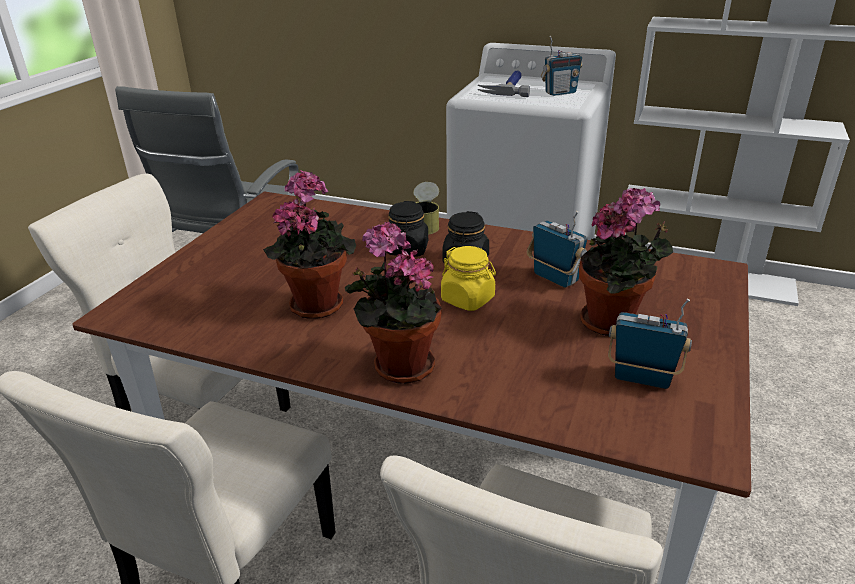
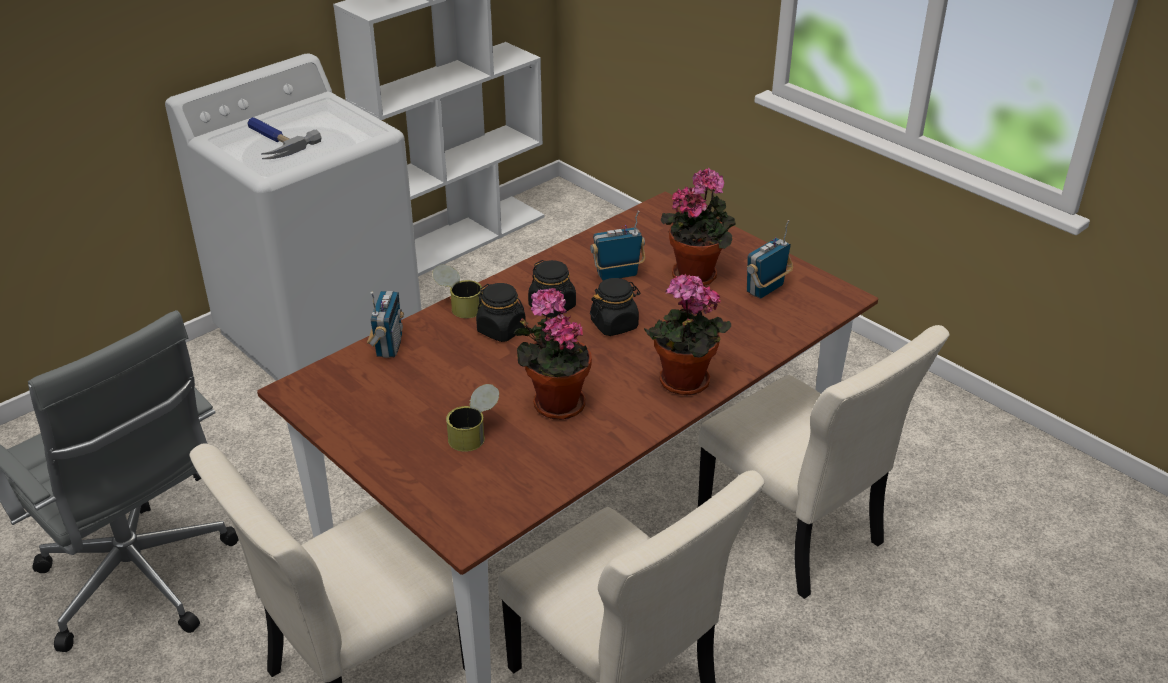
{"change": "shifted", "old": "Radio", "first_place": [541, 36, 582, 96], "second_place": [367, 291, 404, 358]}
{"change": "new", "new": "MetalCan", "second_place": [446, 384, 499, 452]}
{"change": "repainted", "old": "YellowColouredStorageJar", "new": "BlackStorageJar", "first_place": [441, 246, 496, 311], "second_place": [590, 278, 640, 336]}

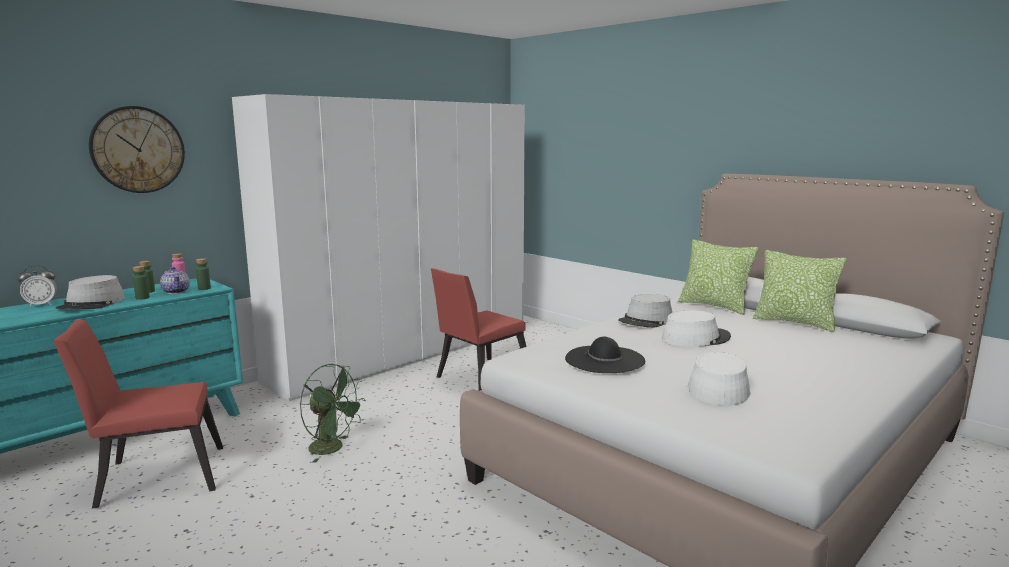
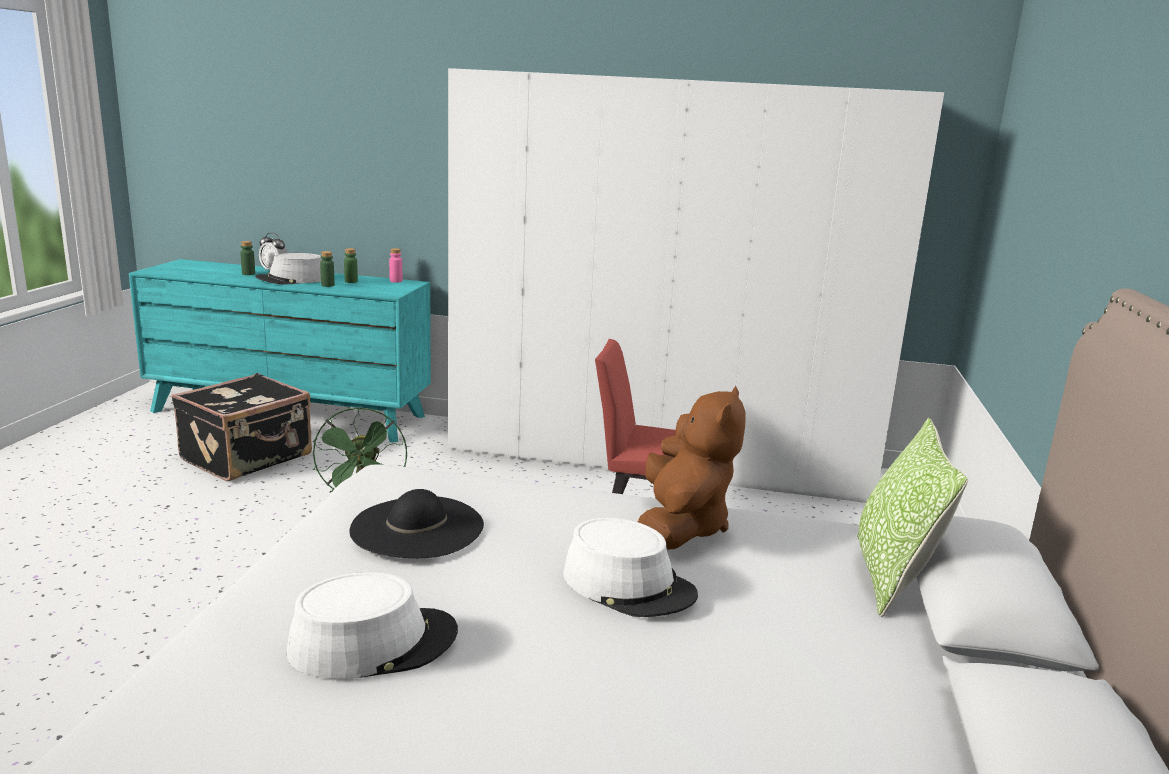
{"change": "swapped", "old": "RedColouredChair", "new": "BlackPieceOfLuggage", "first_place": [53, 319, 223, 509], "second_place": [171, 373, 312, 481]}
{"change": "shifted", "old": "GreenBeverageBottle", "first_place": [196, 258, 211, 290], "second_place": [240, 241, 255, 275]}
{"change": "swapped", "old": "GreyishWearableHat", "new": "BrownColouredPlushToy", "first_place": [618, 294, 672, 328], "second_place": [638, 386, 746, 550]}
{"change": "gone", "old": "HangingClock", "first_place": [89, 106, 185, 193]}
{"change": "gone", "old": "TeaPot", "first_place": [160, 267, 190, 294]}
{"change": "gone", "old": "Cushion", "first_place": [753, 250, 847, 332]}

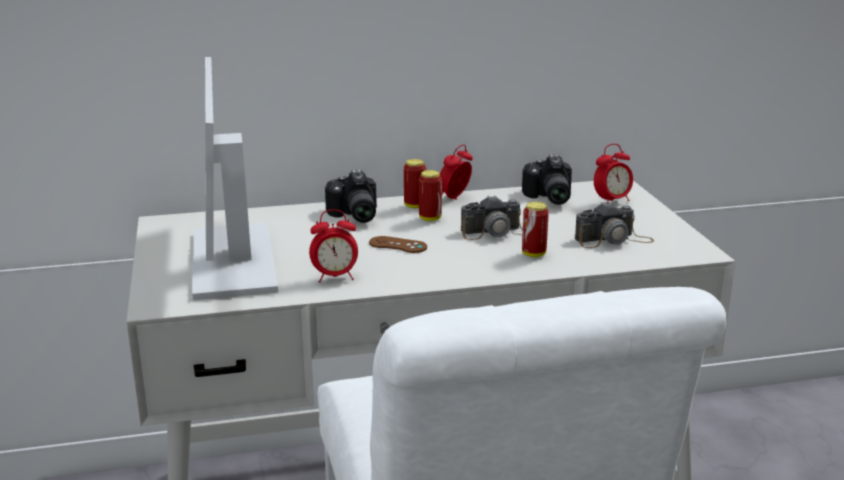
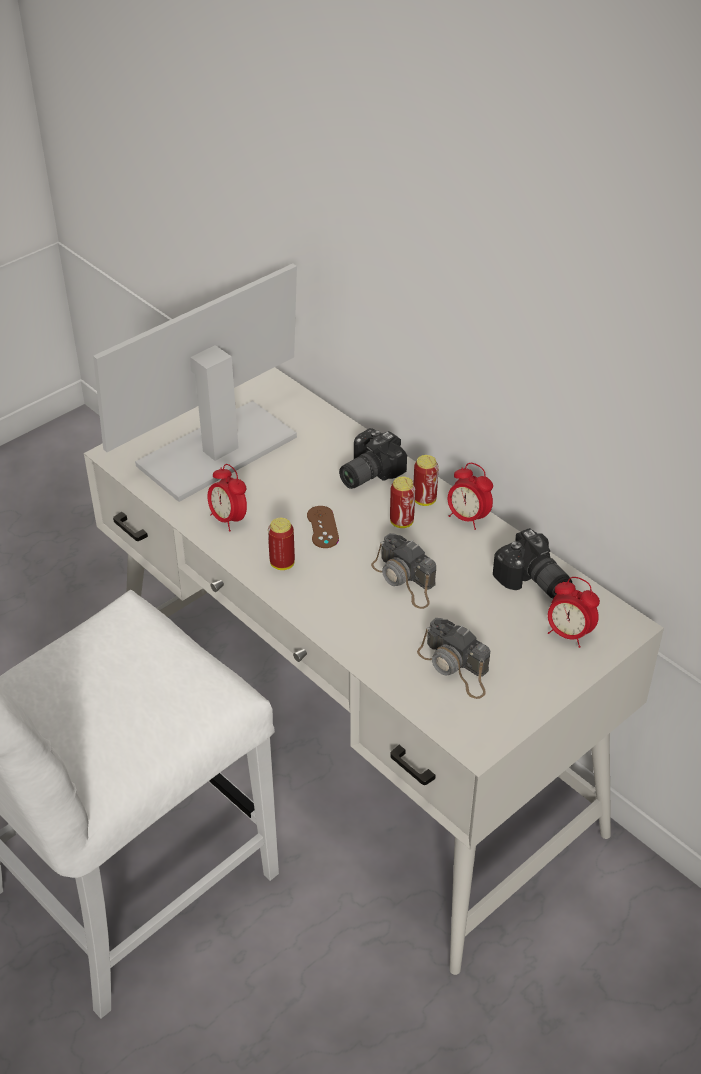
{"change": "shifted", "old": "MetalCan", "first_place": [522, 202, 549, 257], "second_place": [268, 518, 295, 570]}
{"change": "rotated", "old": "BedsideClock", "first_place": [440, 145, 473, 200], "second_place": [448, 463, 493, 530], "degrees": -150}
{"change": "rotated", "old": "PhotoCamera", "first_place": [522, 155, 572, 205], "second_place": [493, 528, 572, 598], "degrees": -90}

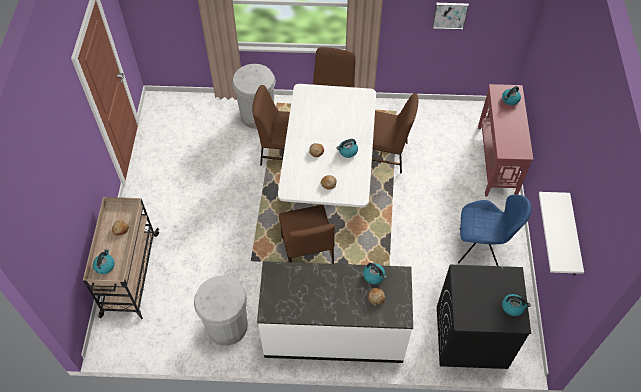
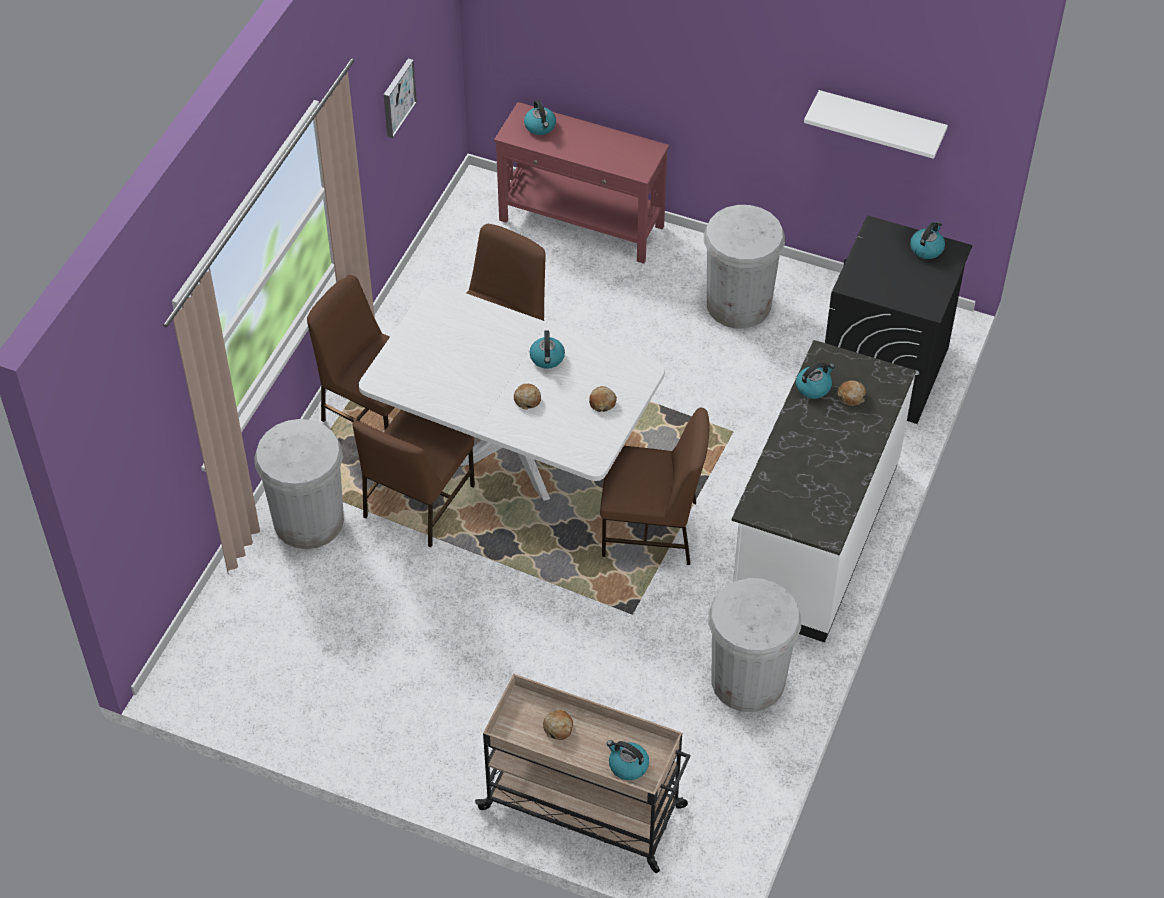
{"change": "swapped", "old": "BlueChair", "new": "WhitishTrashCan", "first_place": [458, 195, 532, 266], "second_place": [704, 205, 785, 329]}

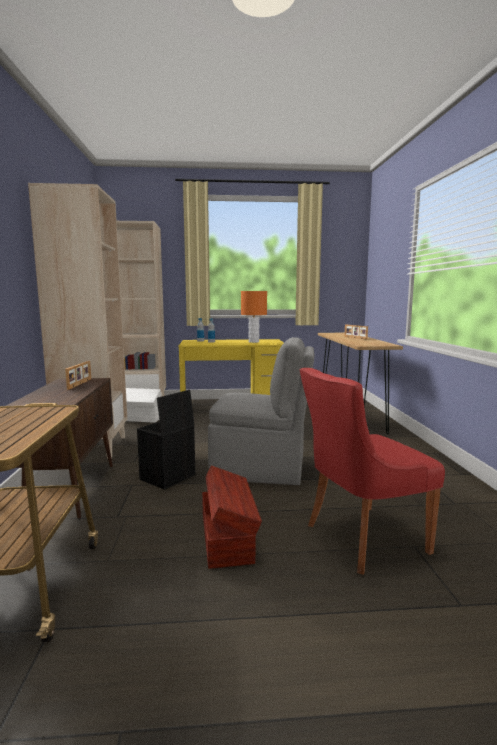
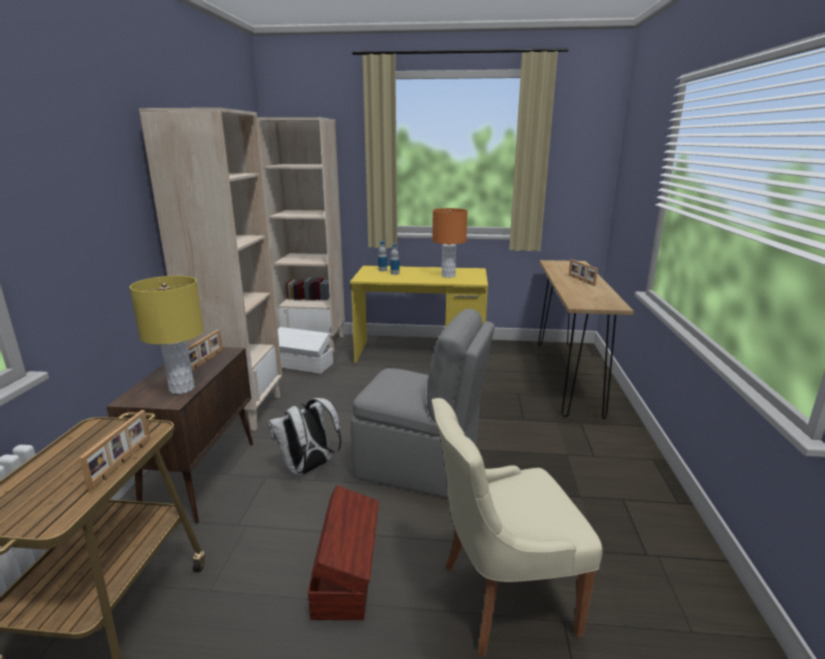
{"change": "new", "new": "PhotoFrame", "second_place": [79, 410, 151, 491]}
{"change": "new", "new": "YellowColouredTableLamp", "second_place": [130, 276, 204, 394]}
{"change": "swapped", "old": "BlackStorageContainer", "new": "WhitishBackpack", "first_place": [137, 390, 195, 490], "second_place": [268, 398, 342, 476]}
{"change": "repainted", "old": "RedColouredChair", "new": "BeigeColouredChair", "first_place": [300, 368, 445, 575], "second_place": [432, 398, 603, 657]}

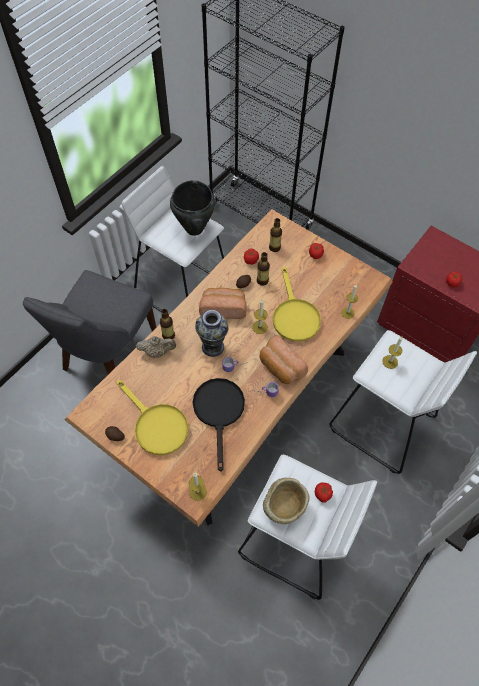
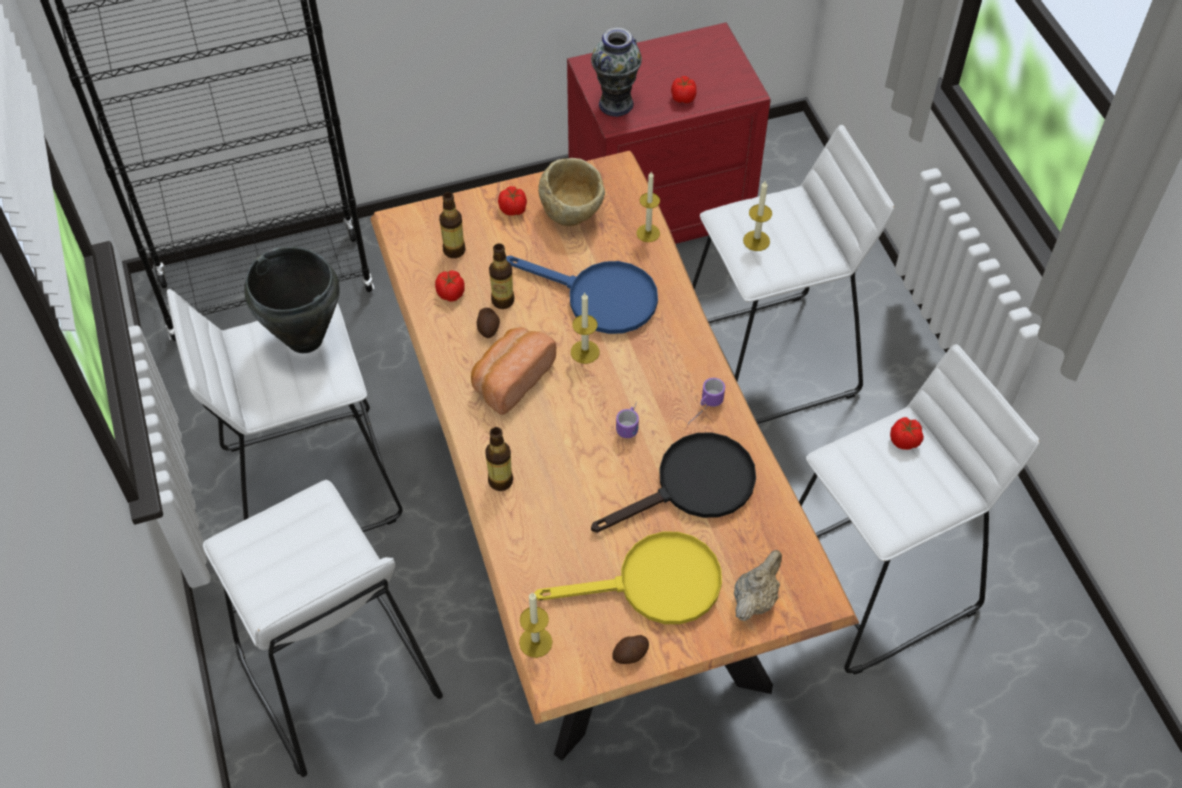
{"change": "swapped", "old": "GreyishChair", "new": "WhitishSittingStool", "first_place": [23, 270, 156, 374], "second_place": [203, 480, 443, 777]}
{"change": "repainted", "old": "YellowColouredSkillet", "new": "BlueSkillet", "first_place": [273, 267, 321, 341], "second_place": [506, 255, 658, 334]}
{"change": "shifted", "old": "Candle", "first_place": [189, 473, 207, 501], "second_place": [519, 593, 552, 658]}
{"change": "shifted", "old": "BeigeColouredBowl", "first_place": [263, 478, 309, 524], "second_place": [538, 158, 605, 226]}
{"change": "shifted", "old": "Vase", "first_place": [195, 310, 228, 357], "second_place": [591, 28, 642, 117]}
{"change": "rotated", "old": "BlackSkillet", "first_place": [193, 378, 245, 472], "second_place": [591, 432, 756, 533], "degrees": 120}
{"change": "shifted", "old": "BeigeColouredTeaPot", "first_place": [136, 336, 176, 358], "second_place": [734, 550, 782, 621]}
{"change": "gone", "old": "Bread", "first_place": [260, 335, 308, 384]}

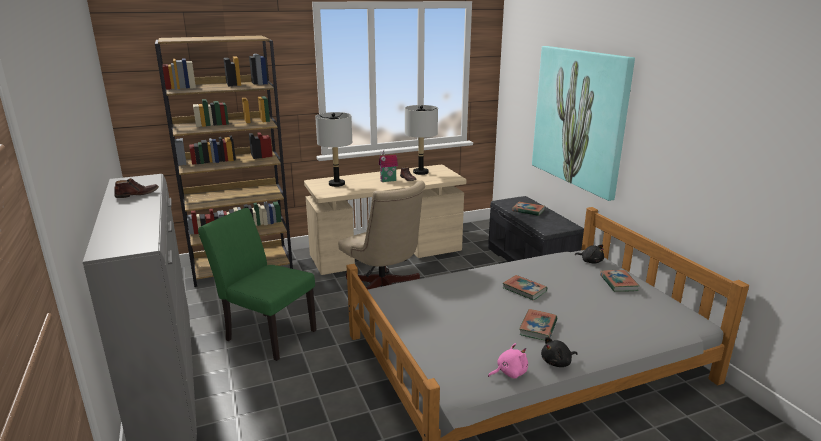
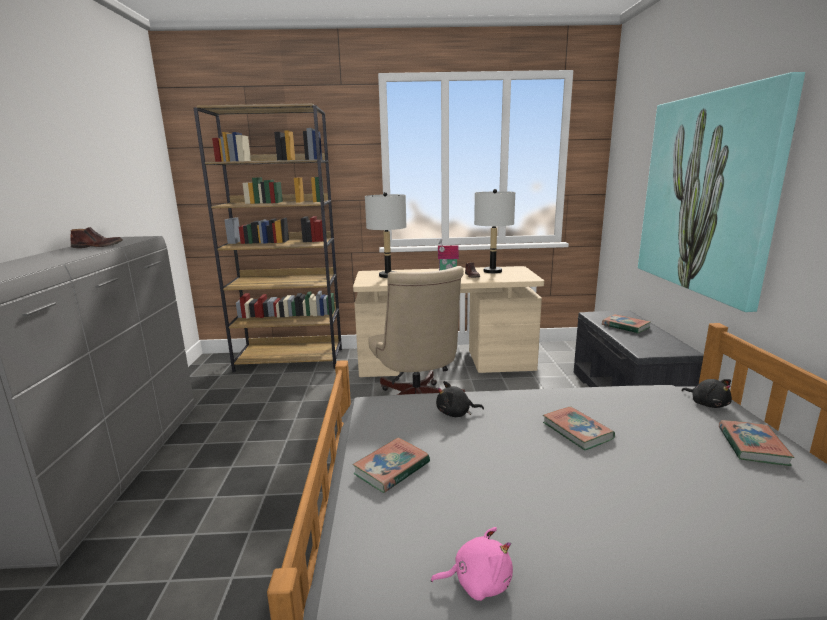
{"change": "shifted", "old": "Book", "first_place": [519, 309, 557, 340], "second_place": [352, 437, 430, 493]}
{"change": "shifted", "old": "BlackPlushToy", "first_place": [541, 337, 578, 367], "second_place": [436, 381, 484, 417]}
{"change": "gone", "old": "GreenChair", "first_place": [198, 208, 317, 361]}

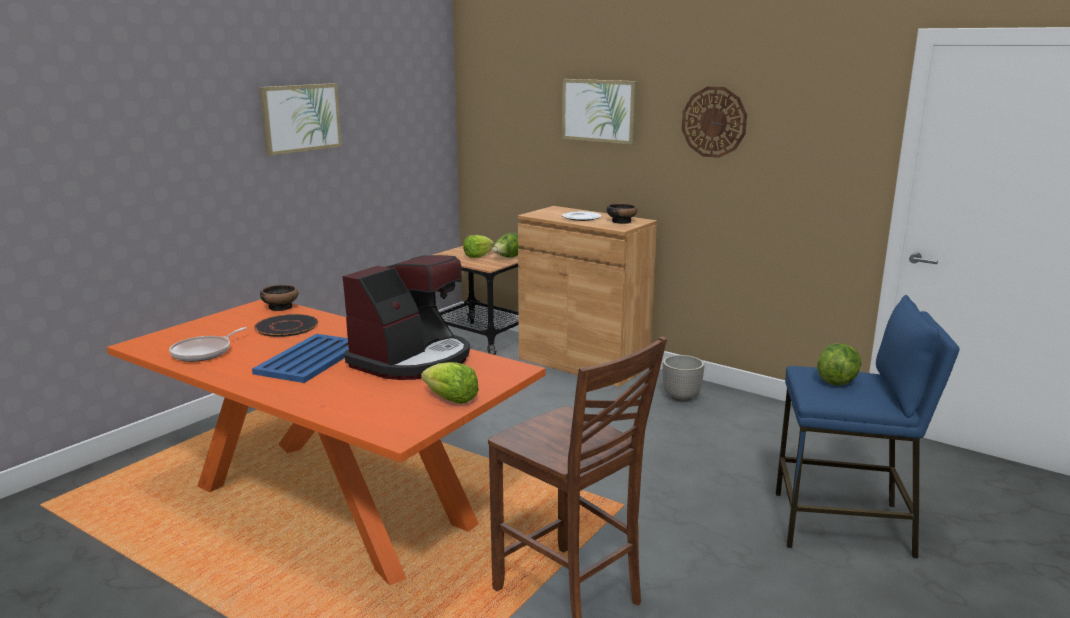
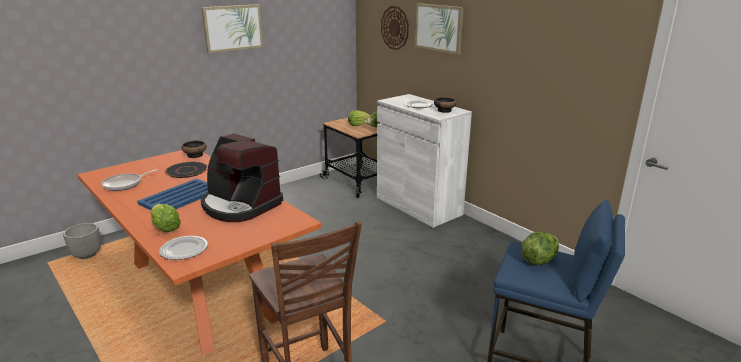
{"change": "shifted", "old": "Planter", "first_place": [662, 355, 704, 402], "second_place": [63, 223, 101, 259]}
{"change": "shifted", "old": "HeadOfLettuce", "first_place": [421, 362, 479, 404], "second_place": [150, 204, 181, 232]}
{"change": "new", "new": "DinnerPlate", "second_place": [159, 236, 208, 260]}
{"change": "rotated", "old": "CoffeeBrewer", "first_place": [343, 255, 470, 380], "second_place": [201, 133, 283, 222], "degrees": 75}
{"change": "repainted", "old": "BrownColouredStorageCabinet", "new": "WhitishStorageCabinet", "first_place": [518, 206, 657, 387], "second_place": [377, 94, 472, 228]}
{"change": "shifted", "old": "HangingClock", "first_place": [682, 86, 747, 158], "second_place": [381, 6, 409, 50]}

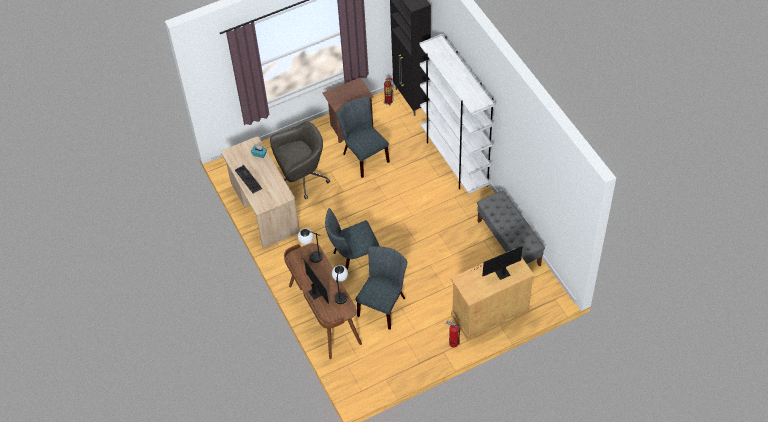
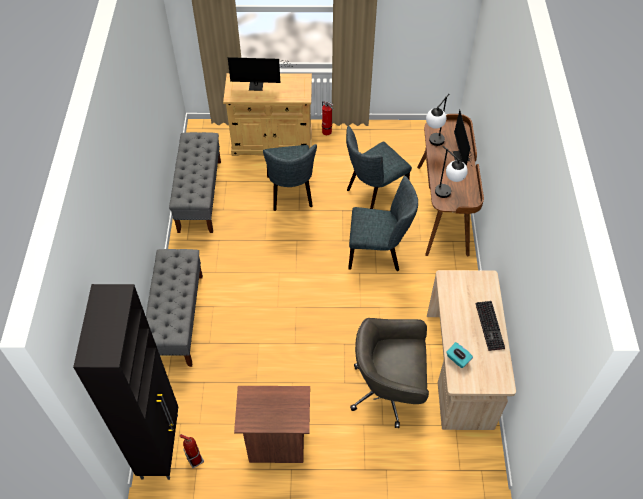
{"change": "swapped", "old": "WhitishBookshelf", "new": "GreyishLongSeat", "first_place": [419, 34, 495, 194], "second_place": [146, 249, 203, 367]}
{"change": "shifted", "old": "GreyishChair", "first_place": [336, 97, 390, 178], "second_place": [263, 144, 317, 211]}

